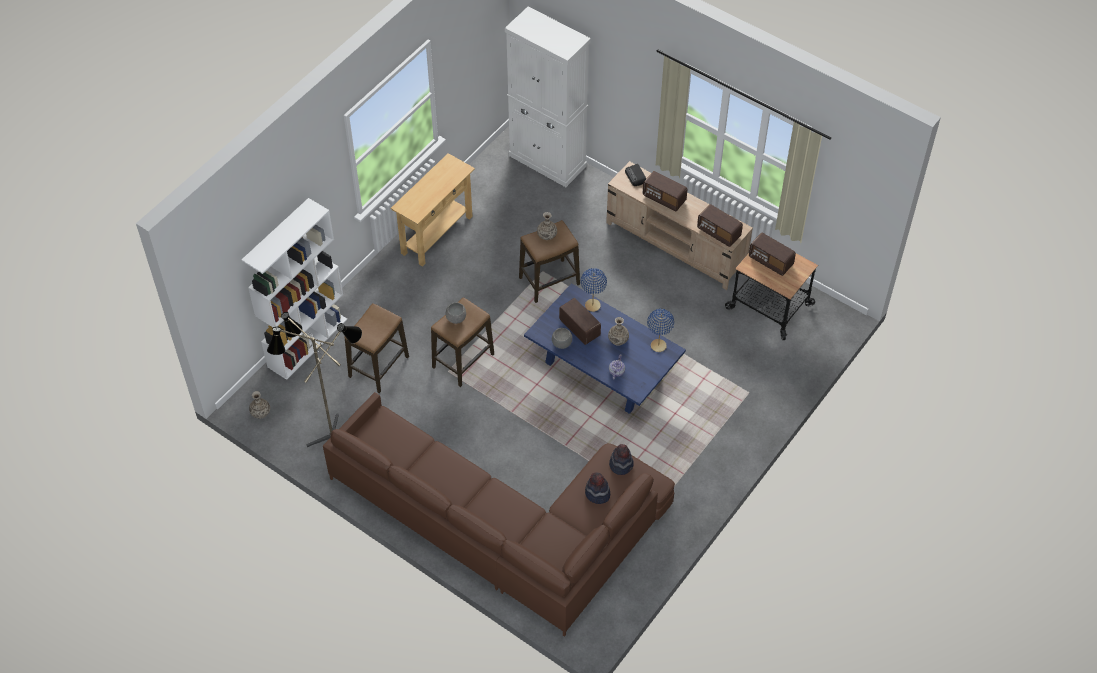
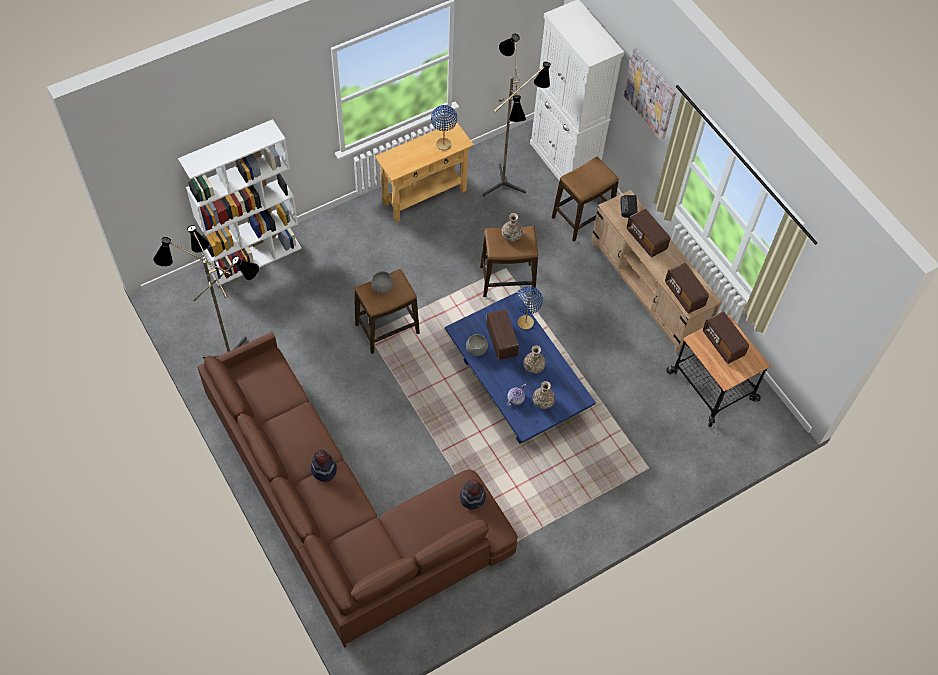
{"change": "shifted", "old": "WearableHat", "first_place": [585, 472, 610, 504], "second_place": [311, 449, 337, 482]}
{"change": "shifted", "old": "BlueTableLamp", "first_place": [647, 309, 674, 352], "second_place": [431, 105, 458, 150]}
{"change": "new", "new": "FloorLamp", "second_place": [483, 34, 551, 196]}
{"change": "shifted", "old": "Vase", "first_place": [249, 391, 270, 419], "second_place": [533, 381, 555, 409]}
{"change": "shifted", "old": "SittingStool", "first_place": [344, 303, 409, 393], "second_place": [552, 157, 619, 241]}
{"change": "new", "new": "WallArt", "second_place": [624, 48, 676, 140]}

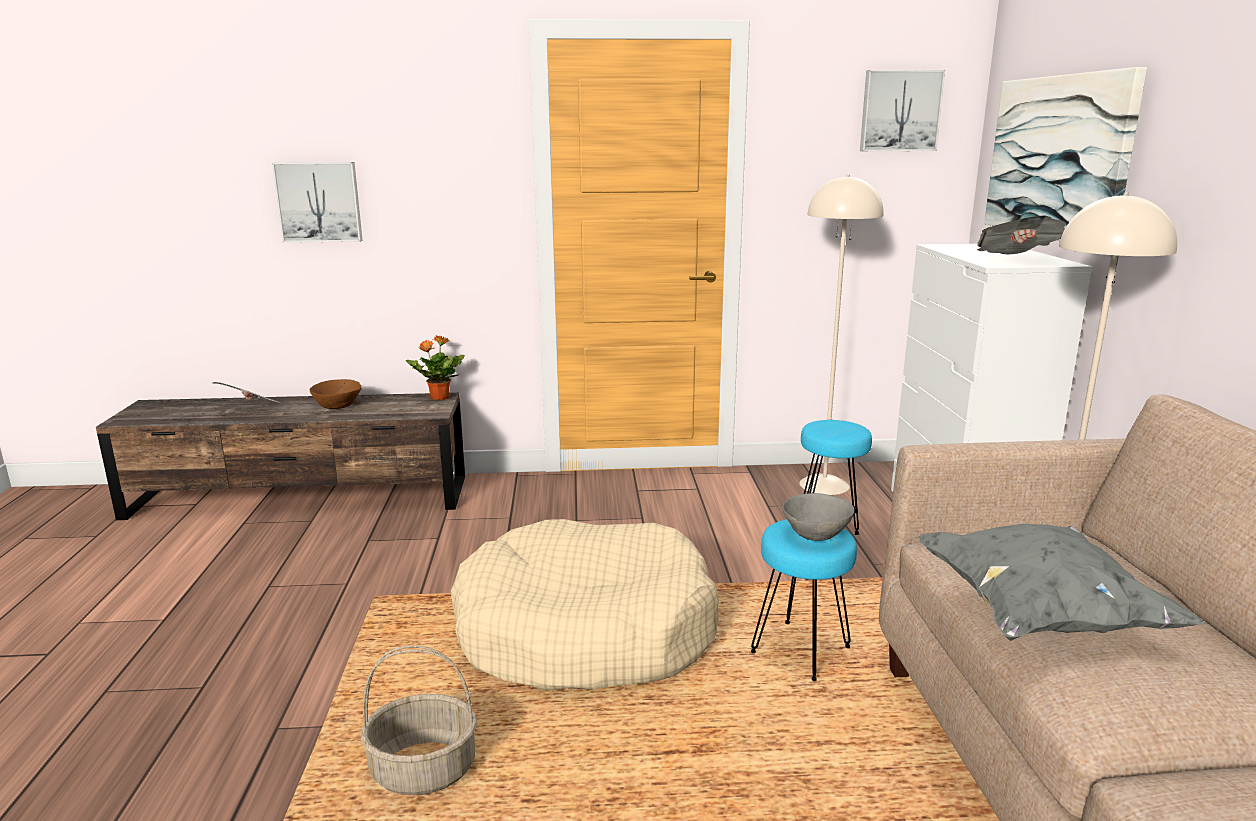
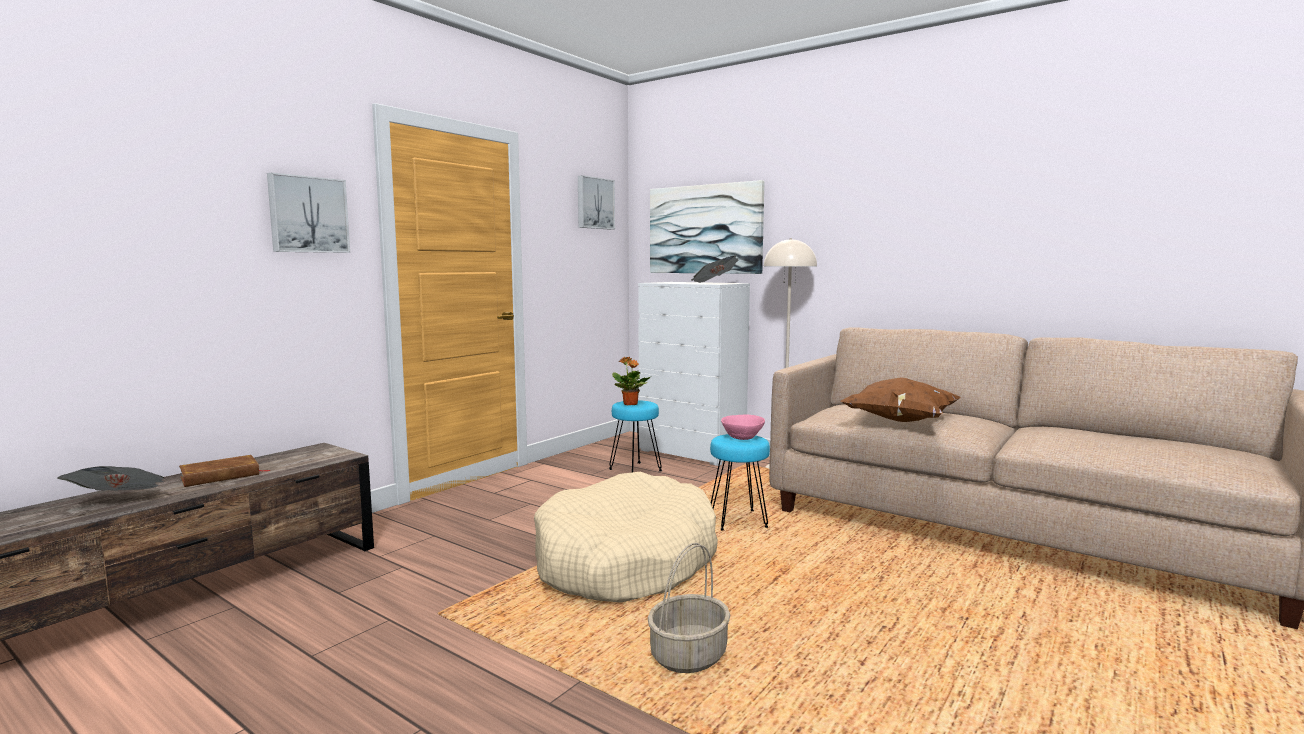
{"change": "swapped", "old": "BrownColouredBowl", "new": "BrownColouredBook", "first_place": [310, 379, 361, 409], "second_place": [179, 455, 269, 487]}
{"change": "shifted", "old": "WallArt", "first_place": [272, 162, 362, 243], "second_place": [267, 172, 350, 253]}
{"change": "shifted", "old": "PlantInAPot", "first_place": [406, 335, 465, 400], "second_place": [612, 357, 652, 405]}
{"change": "repainted", "old": "GreyishBowl", "new": "PinkBowl", "first_place": [782, 493, 854, 541], "second_place": [721, 415, 765, 440]}
{"change": "repainted", "old": "GreyishCushion", "new": "BrownColouredCushion", "first_place": [918, 524, 1205, 641], "second_place": [841, 377, 960, 422]}
{"change": "gone", "old": "BeigeColouredFloorLamp", "first_place": [799, 175, 883, 495]}

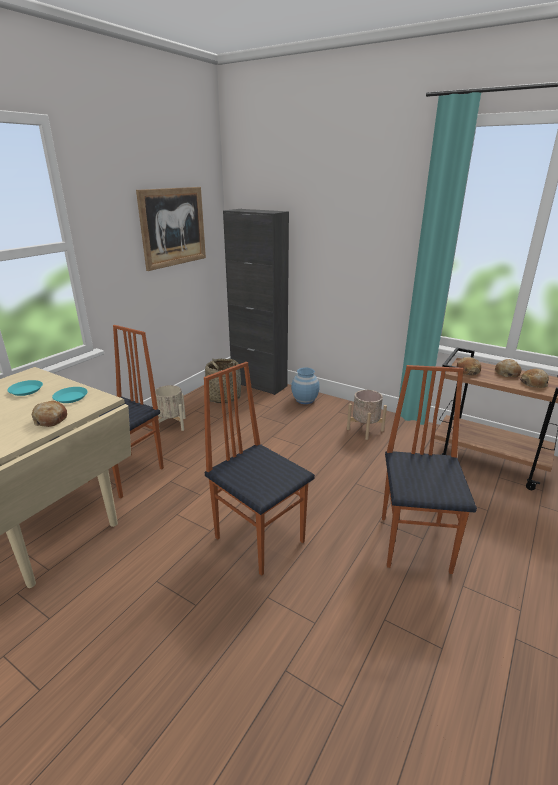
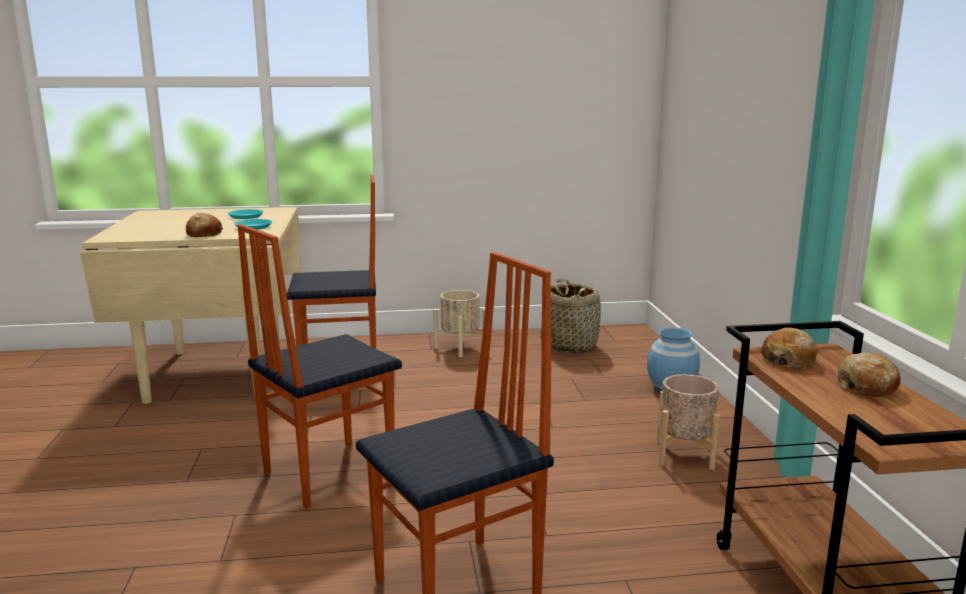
{"change": "rotated", "old": "Chair", "first_place": [204, 362, 315, 576], "second_place": [237, 224, 402, 509], "degrees": -135}
{"change": "gone", "old": "WallArt", "first_place": [136, 187, 206, 271]}
{"change": "gone", "old": "BlackStorageCabinet", "first_place": [223, 209, 289, 395]}
{"change": "gone", "old": "Bread", "first_place": [520, 369, 549, 388]}

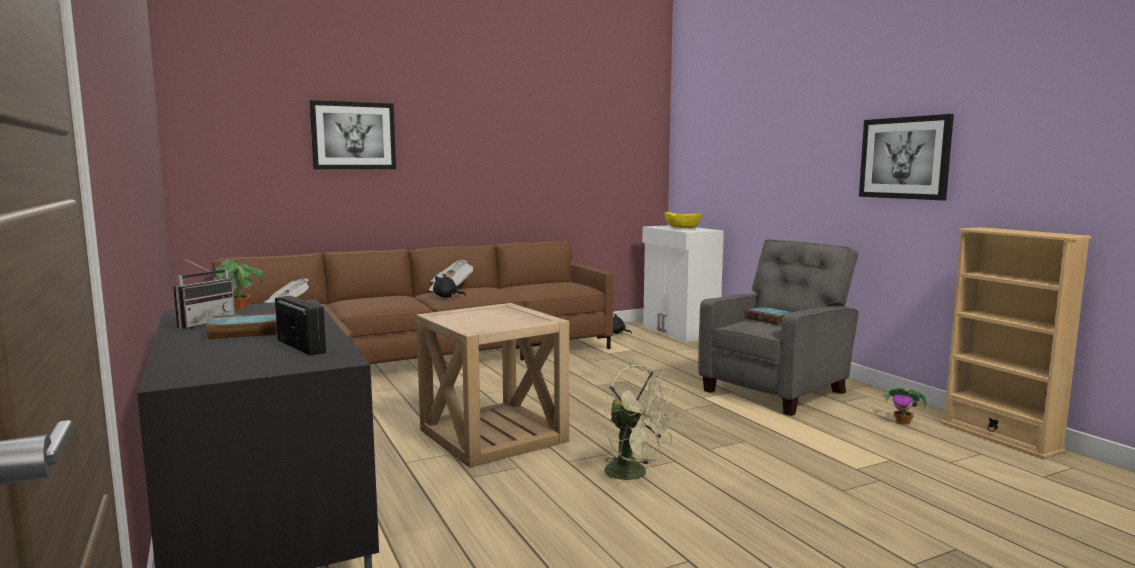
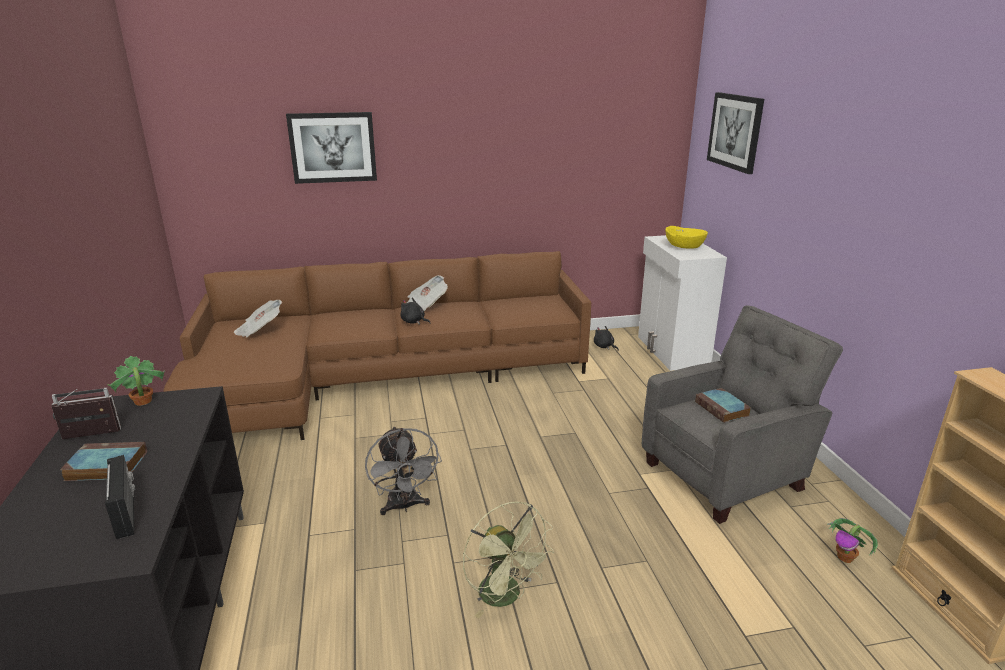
{"change": "rotated", "old": "Radio", "first_place": [173, 258, 235, 329], "second_place": [52, 388, 121, 439], "degrees": -150}
{"change": "swapped", "old": "BeigeColouredEndTable", "new": "GreyishFan", "first_place": [416, 303, 569, 467], "second_place": [365, 426, 442, 515]}
{"change": "shifted", "old": "WallArt", "first_place": [859, 114, 954, 200], "second_place": [707, 92, 764, 174]}

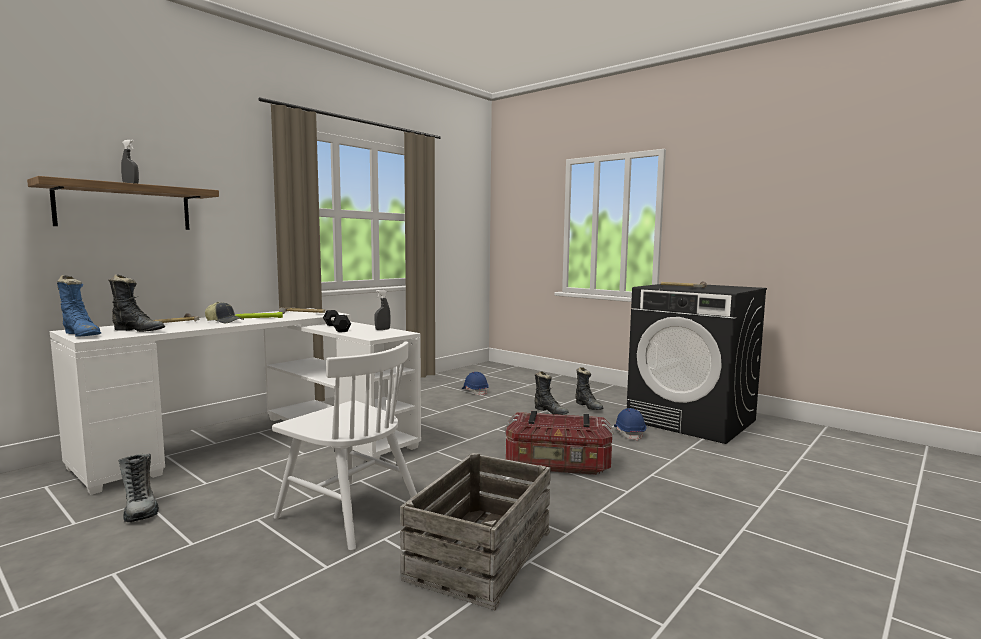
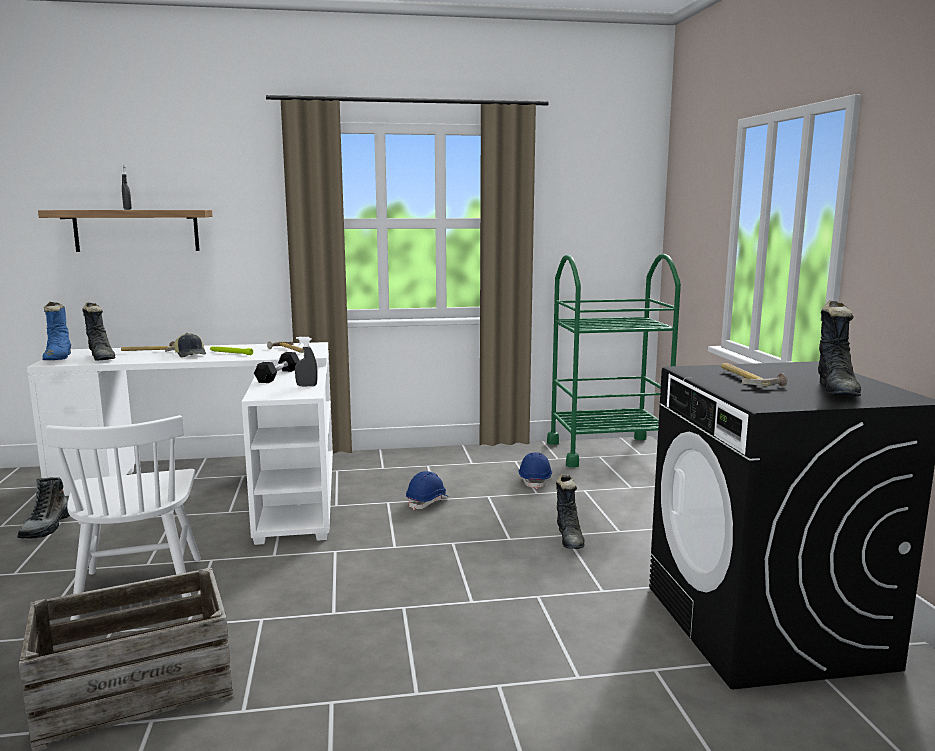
{"change": "shifted", "old": "BlueSafetyHelmet", "first_place": [614, 408, 646, 441], "second_place": [406, 471, 449, 510]}
{"change": "new", "new": "GreenCart", "second_place": [547, 254, 681, 468]}
{"change": "shifted", "old": "BlackTallBoot", "first_place": [575, 367, 604, 410], "second_place": [818, 300, 861, 396]}
{"change": "gone", "old": "StorageContainer", "first_place": [505, 411, 614, 475]}

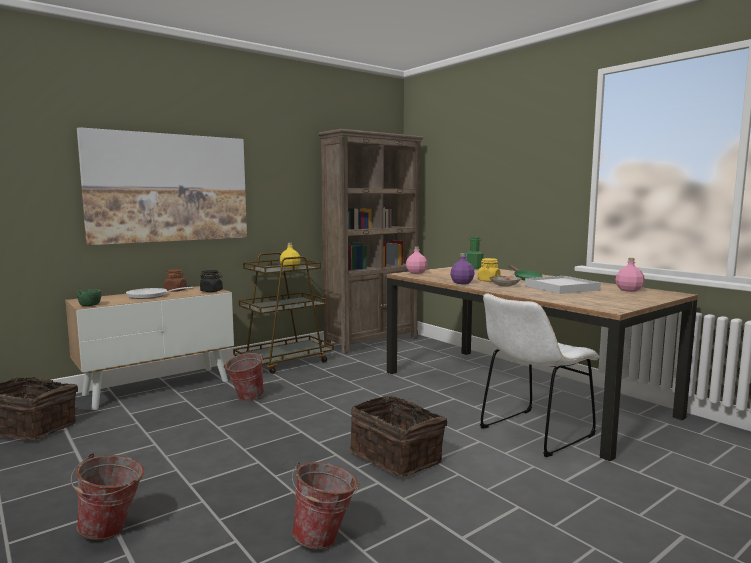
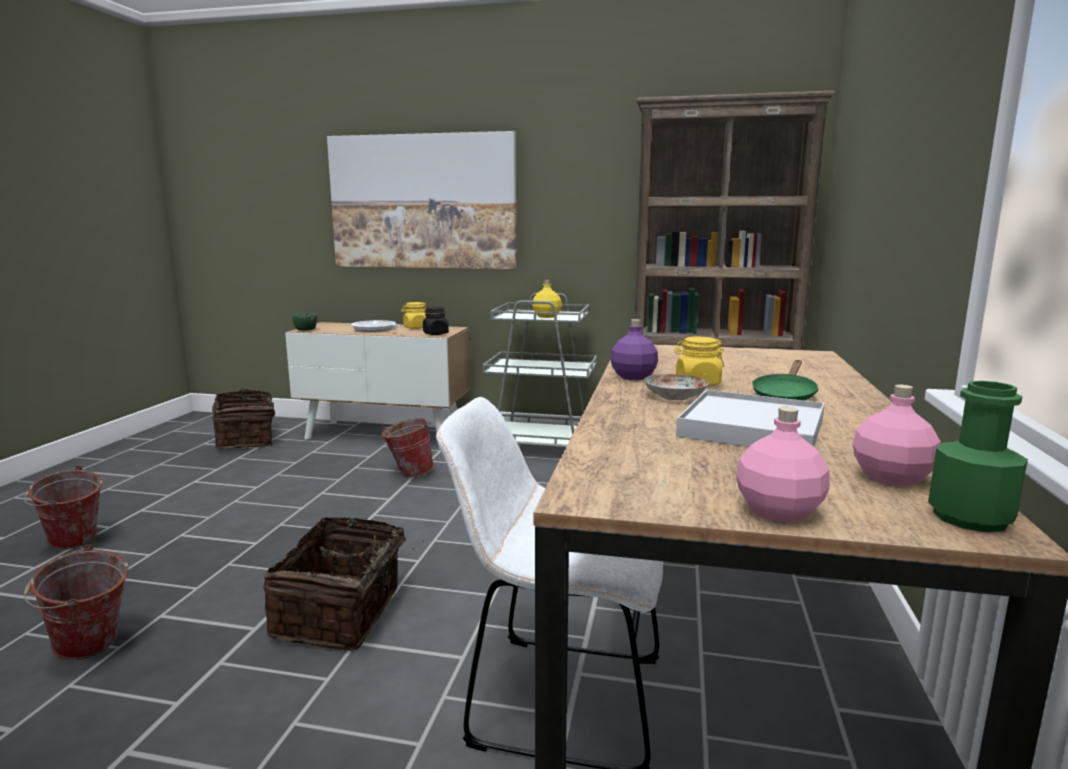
{"change": "repainted", "old": "BrownColouredStorageJar", "new": "YellowColouredStorageJar", "first_place": [164, 269, 187, 292], "second_place": [401, 302, 427, 329]}
{"change": "repainted", "old": "BrownColouredCart", "new": "GreyishCart", "first_place": [233, 252, 334, 374], "second_place": [483, 293, 597, 447]}
{"change": "shifted", "old": "PinkBeverageBottle", "first_place": [406, 246, 427, 274], "second_place": [736, 407, 830, 522]}
{"change": "shifted", "old": "GreenBeverageBottle", "first_place": [466, 237, 483, 270], "second_place": [928, 381, 1028, 532]}

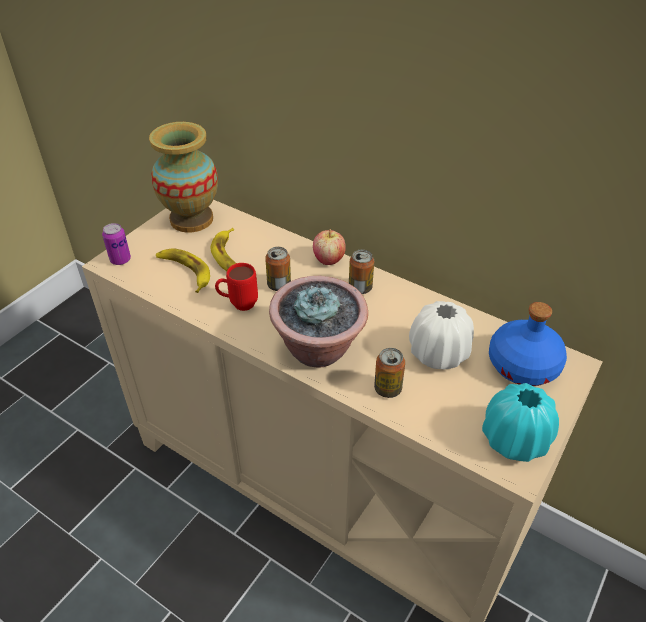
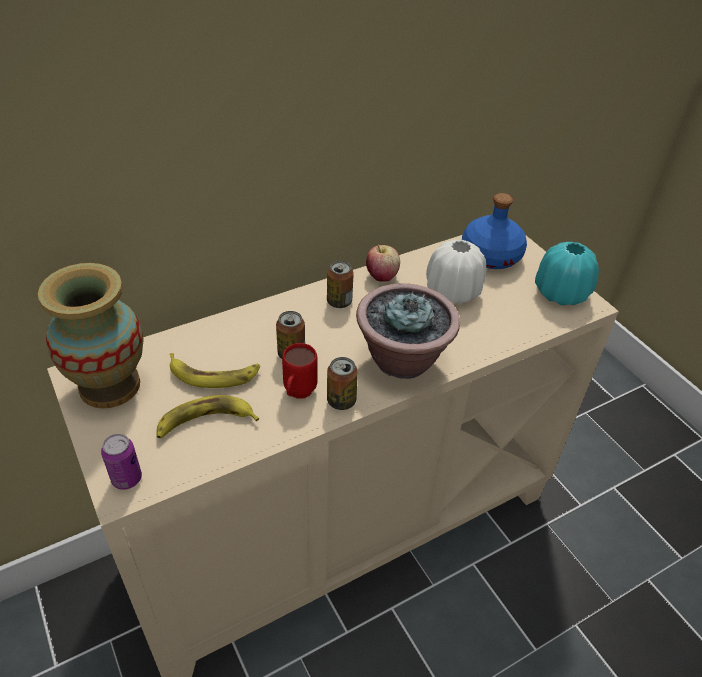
{"change": "shifted", "old": "MetalCan", "first_place": [374, 348, 405, 398], "second_place": [327, 357, 358, 410]}
{"change": "shifted", "old": "Apple", "first_place": [313, 229, 346, 265], "second_place": [366, 245, 400, 282]}

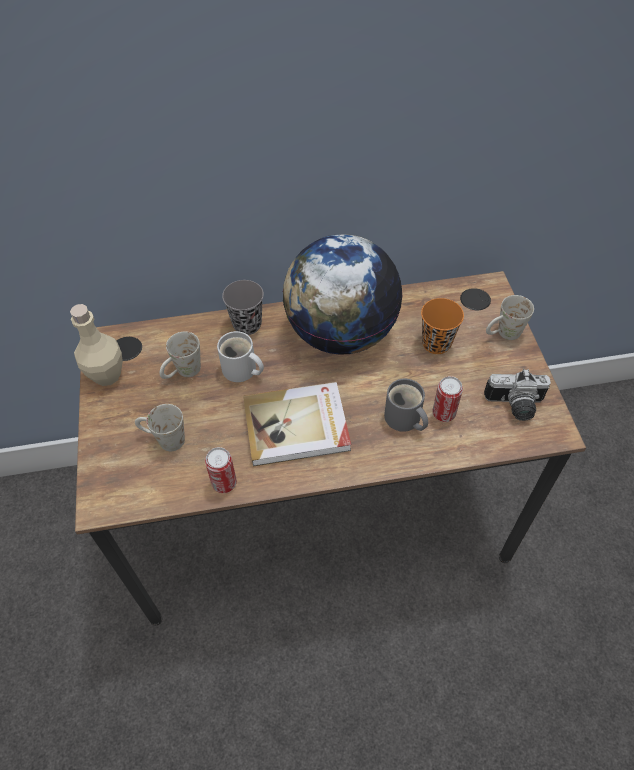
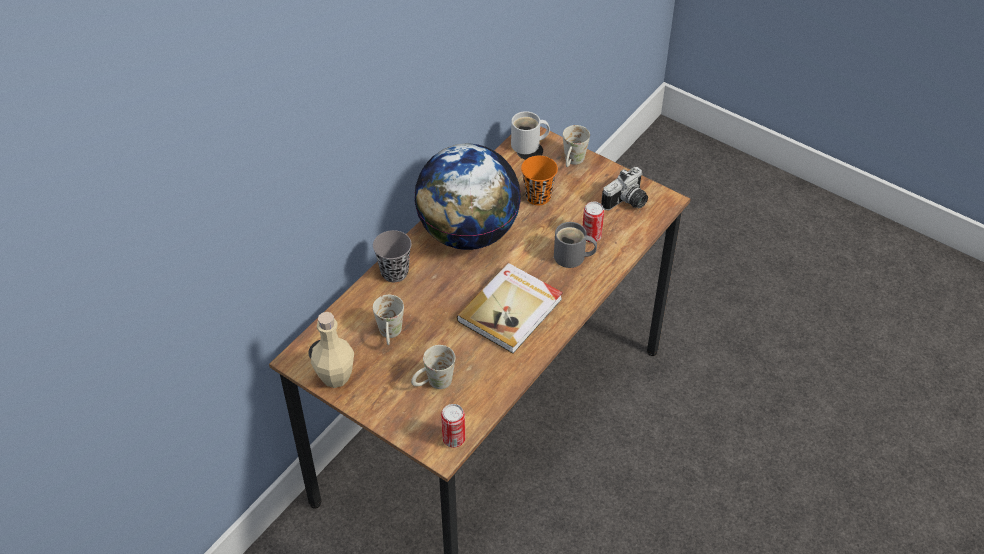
{"change": "shifted", "old": "MetalCan", "first_place": [205, 447, 237, 493], "second_place": [441, 404, 465, 448]}
{"change": "shifted", "old": "WhitishMug", "first_place": [217, 331, 264, 382], "second_place": [511, 111, 550, 154]}

